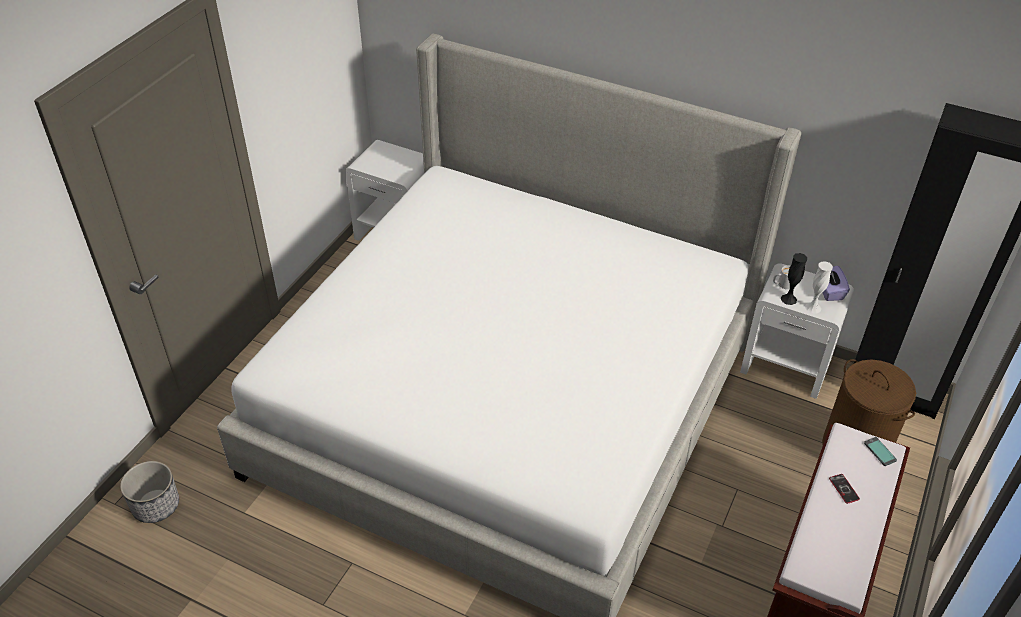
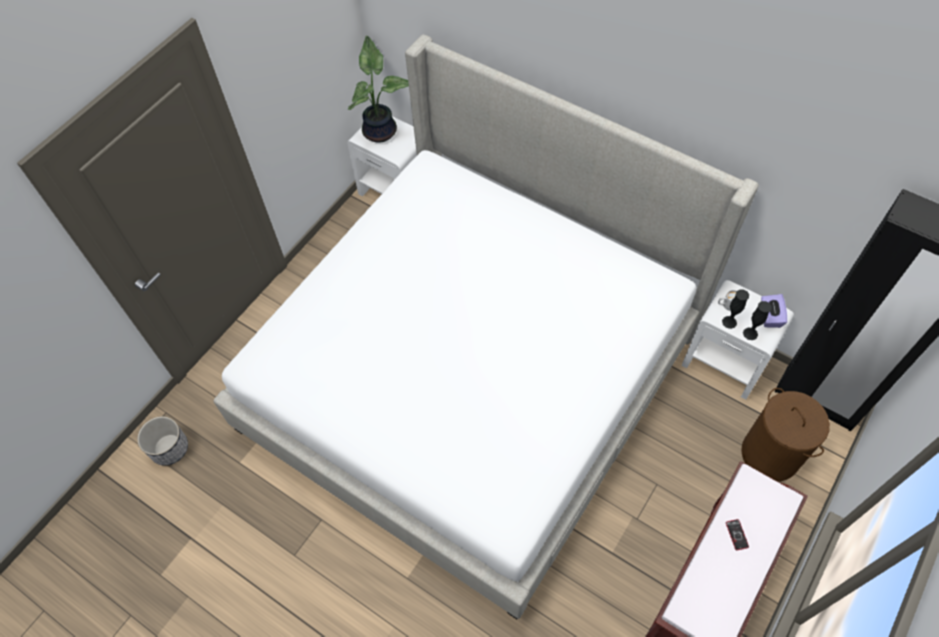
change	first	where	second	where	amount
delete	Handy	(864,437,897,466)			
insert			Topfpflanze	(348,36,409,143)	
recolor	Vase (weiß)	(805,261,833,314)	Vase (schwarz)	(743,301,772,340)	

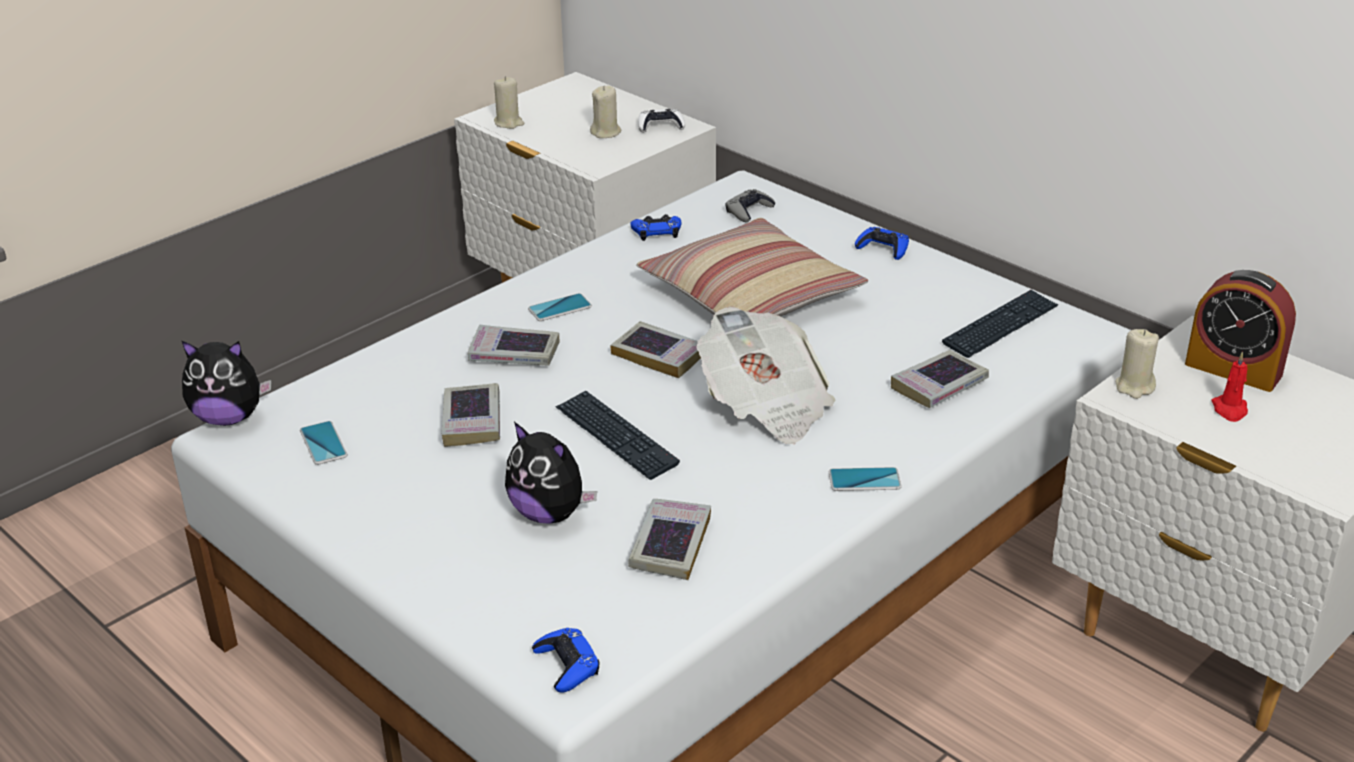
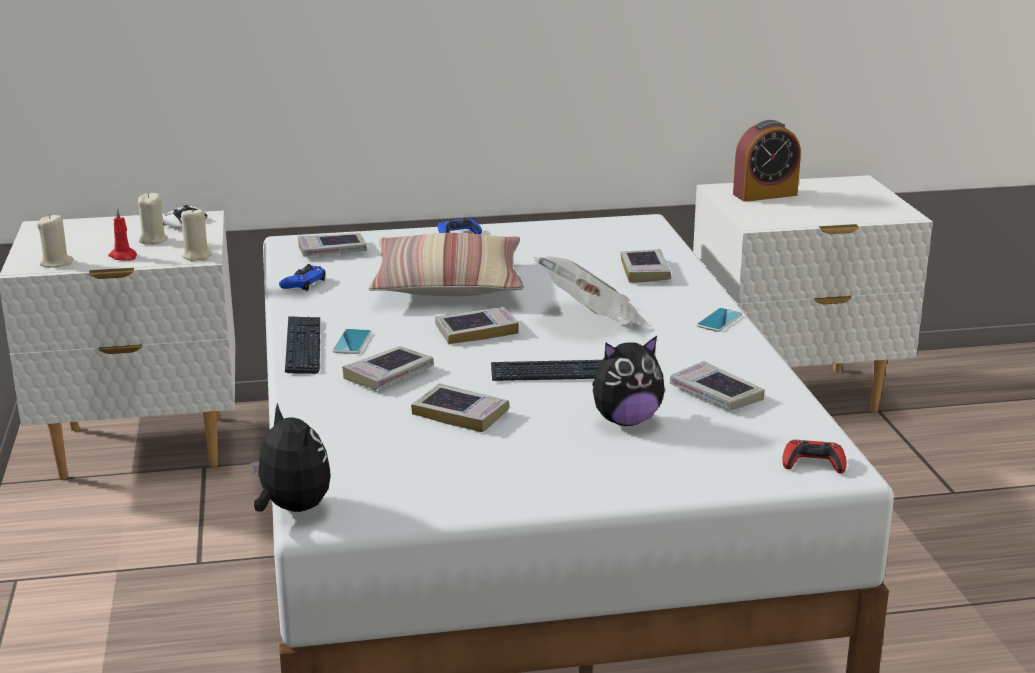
change	first	where	second	where	amount
delete	Handy	(300,421,348,465)			
move	Tastatur	(942,290,1058,358)		(285,316,320,374)	
move	Kerze (beige)	(1115,329,1159,399)		(181,207,212,261)	
move	Kerze (rot)	(1211,352,1248,422)		(108,208,137,261)	
replace	Gamepad (grau)	(725,189,775,222)	Buch	(298,233,367,257)	
recolor	Gamepad (blau)	(532,628,599,693)	Gamepad (rot)	(782,440,847,474)	
rotate	Plüschtier	(182,341,271,426)		(250,403,331,512)	75 degrees counterclockwise

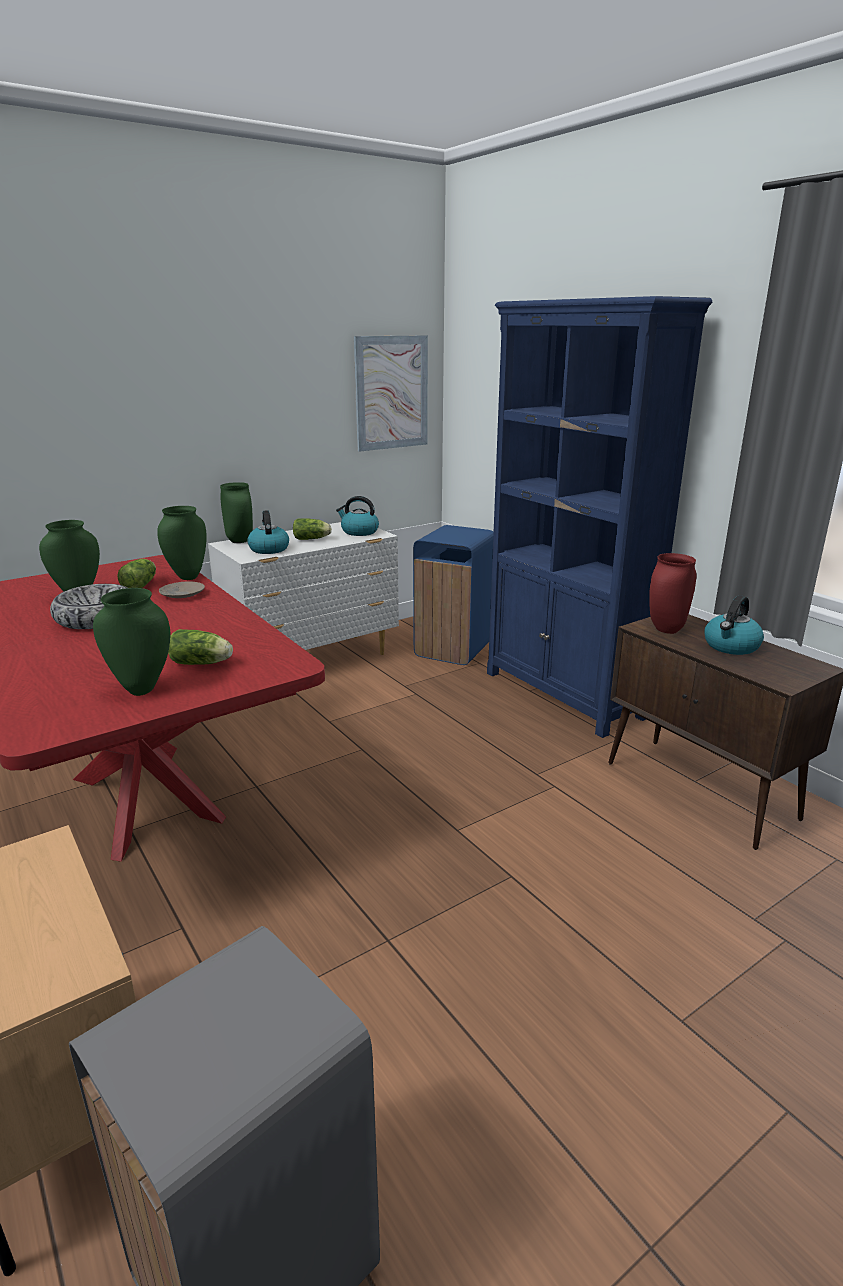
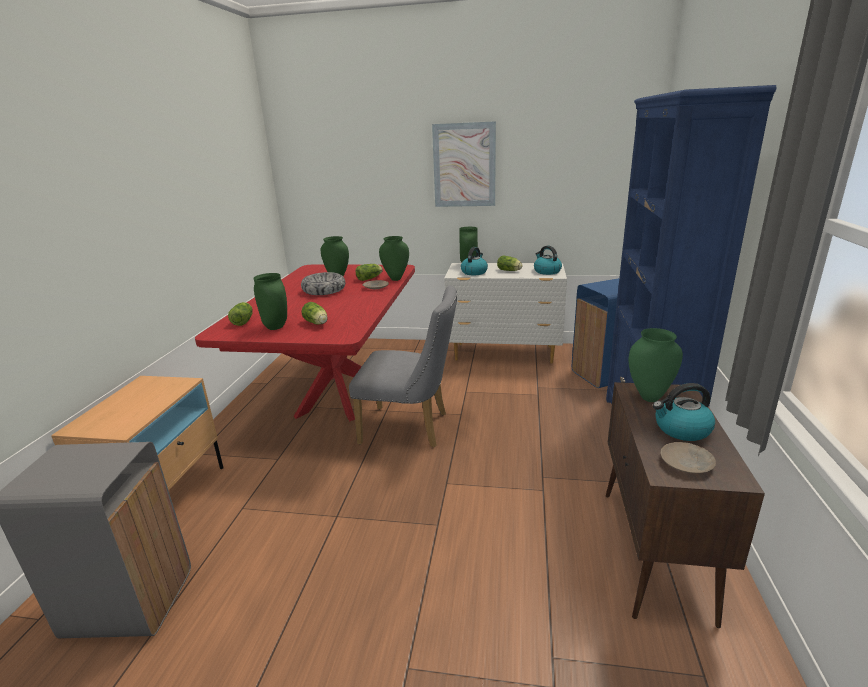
change	first	where	second	where	amount
insert			Salatkopf	(228,302,253,326)	
insert			Stuhl (grau)	(349,285,457,447)	
insert			Teller (beige)	(661,442,716,473)	
move	Bild	(354,335,428,452)		(432,121,496,207)	
recolor	Vase (rot)	(649,553,696,634)	Vase (grün)	(628,328,683,402)	

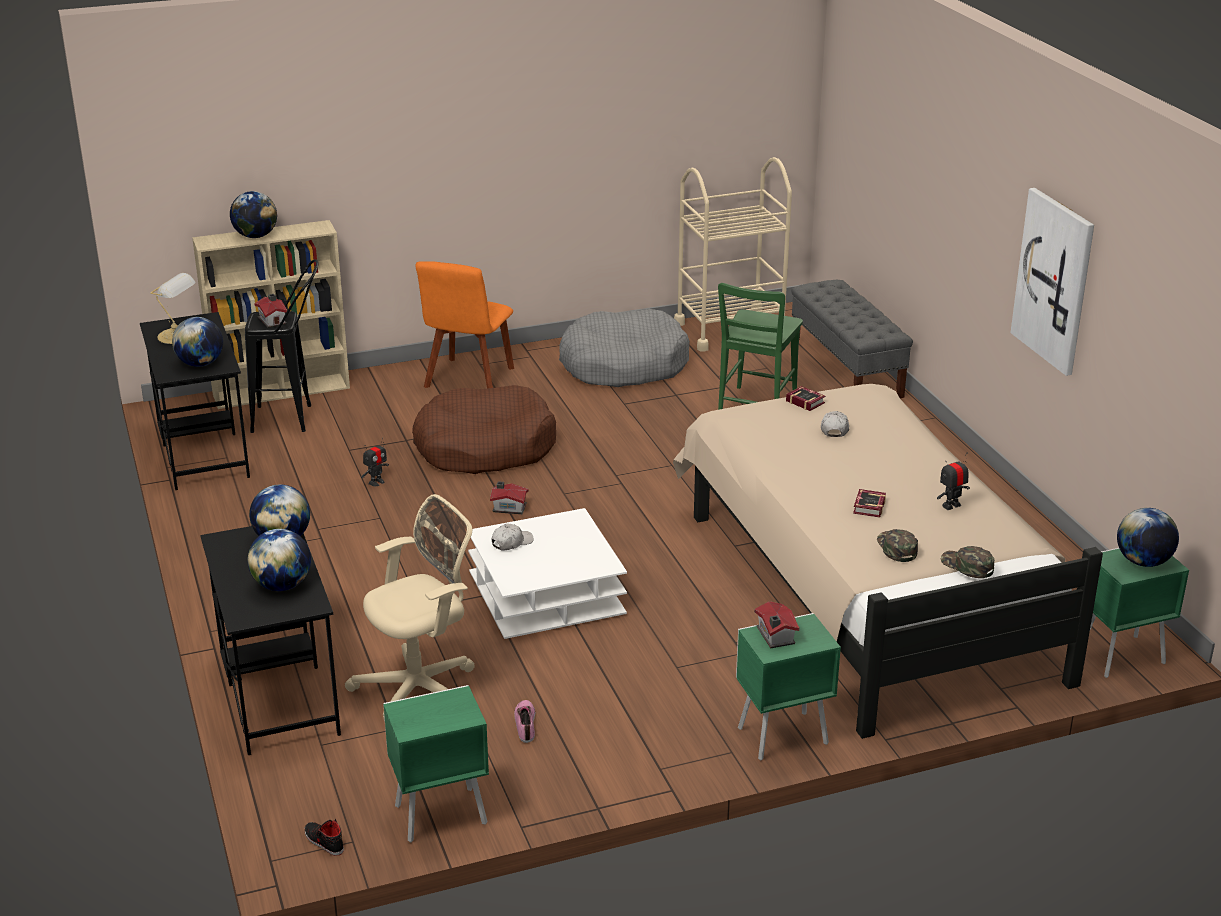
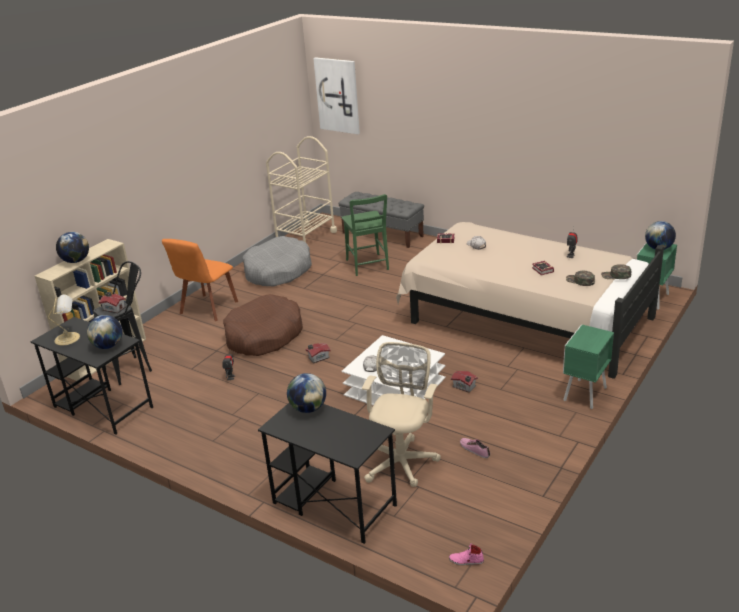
change	first	where	second	where	amount
delete	Globus	(248,529,311,591)			
delete	Nachttisch (grün)	(383,685,489,842)			
move	Spielzeughaus	(754,601,799,648)		(451,371,478,393)	
move	Bild	(1010,188,1094,376)		(313,57,360,134)	
recolor	Schuh (schwarz)	(304,819,344,856)	Schuh (rosa)	(449,543,484,565)	
rotate	Stuhl (orange)	(415,261,514,388)		(162,239,238,321)	45 degrees clockwise

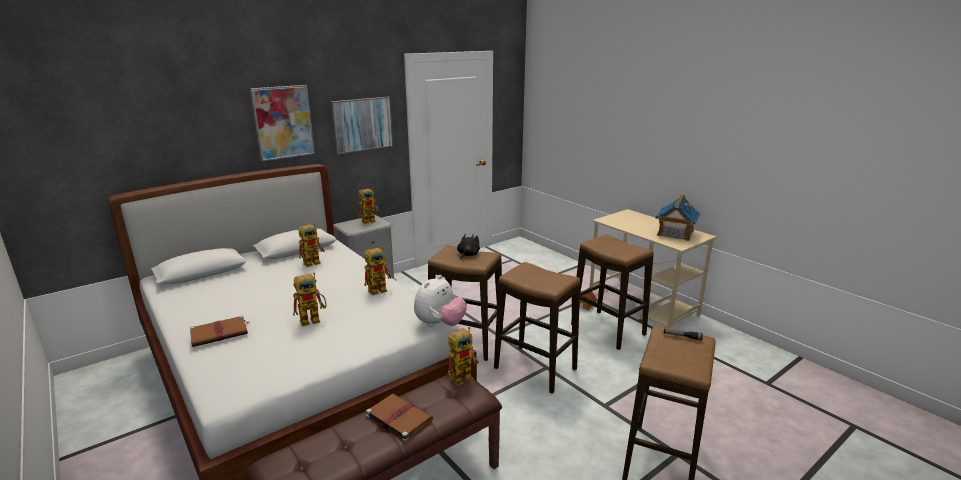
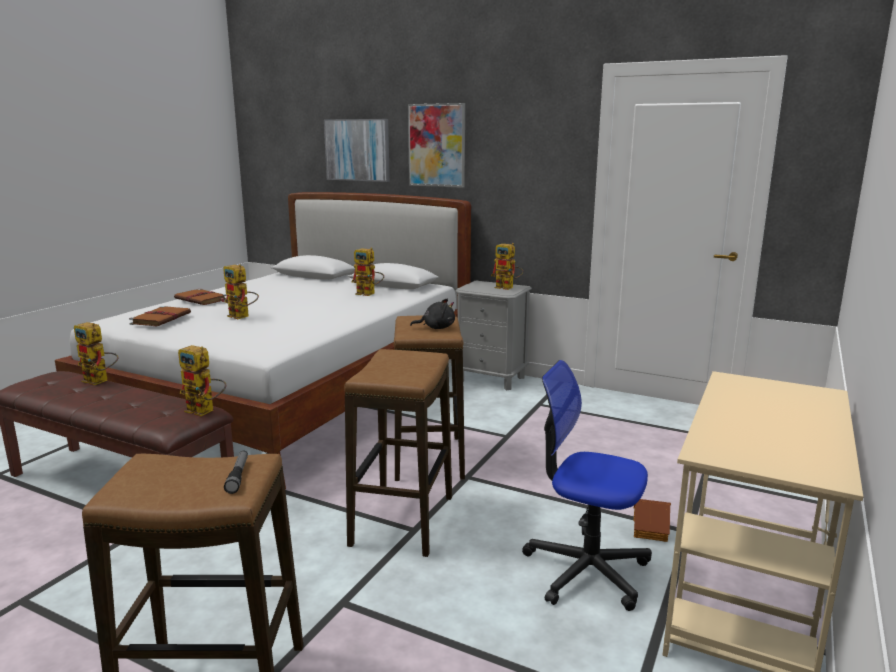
change	first	where	second	where	amount
delete	Plüschtier	(414,275,467,327)			
delete	Spielzeughaus	(655,194,700,241)			
move	Bild	(330,97,393,154)		(324,119,390,182)	
move	Spielzeugroboter	(364,246,392,295)		(74,322,118,385)	
move	Buch (braun)	(366,394,433,442)		(129,306,191,326)	
replace	Hocker	(571,234,654,350)	Bürostuhl	(522,360,652,611)	

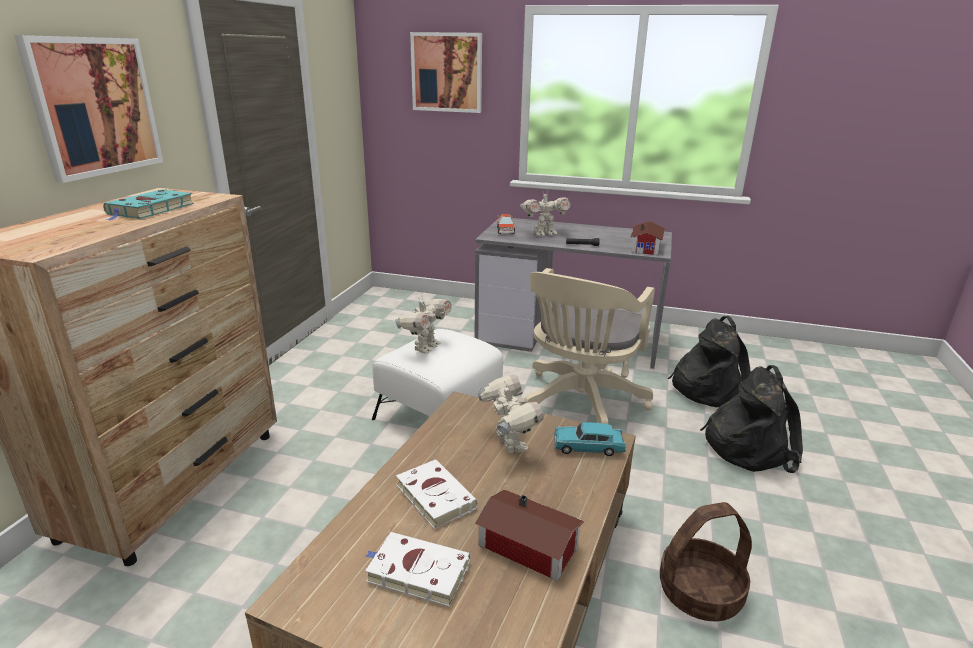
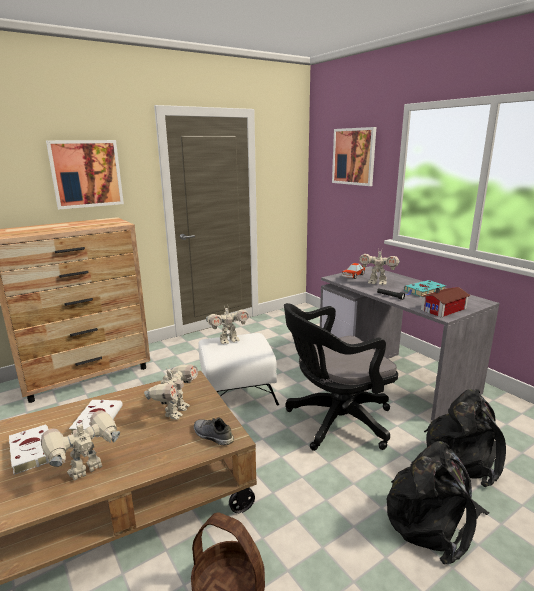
change	first	where	second	where	amount
move	Buch (türkis)	(103,189,194,221)		(404,280,446,296)	
replace	Spielzeughaus	(475,490,584,581)	Spielzeugroboter	(41,410,120,481)	
replace	Spielzeugauto (türkis)	(554,422,626,456)	Schuh (grau)	(194,418,234,446)	
recolor	Bürostuhl (beige)	(524,268,655,424)	Bürostuhl (schwarz)	(284,303,398,451)	

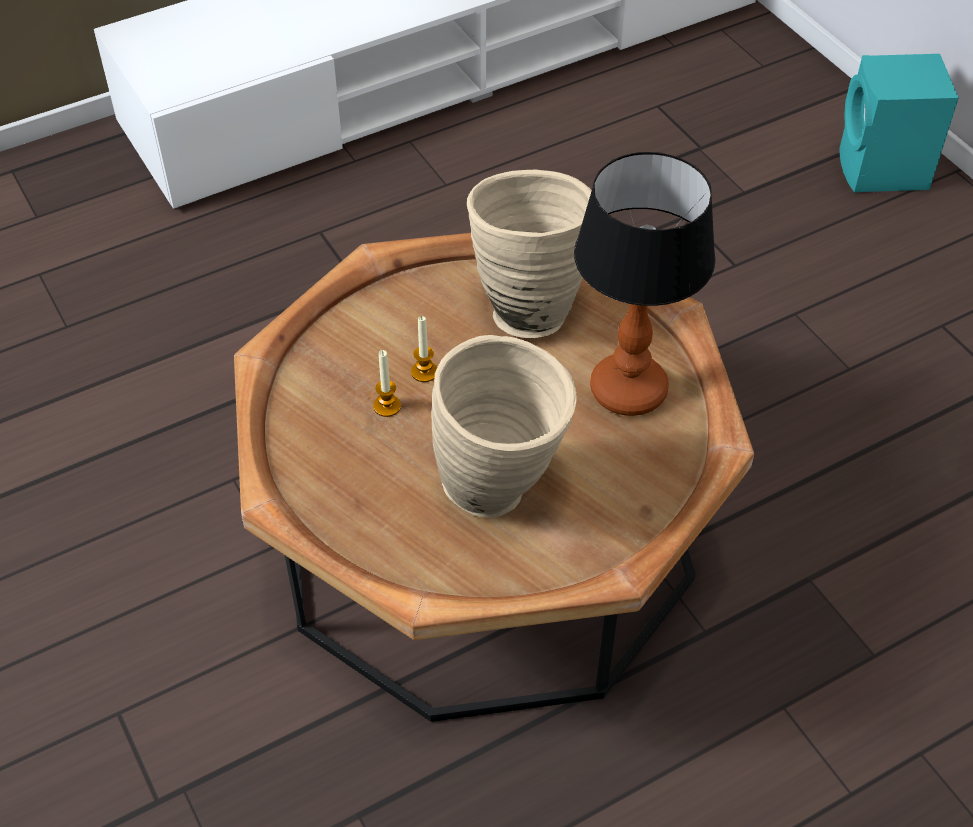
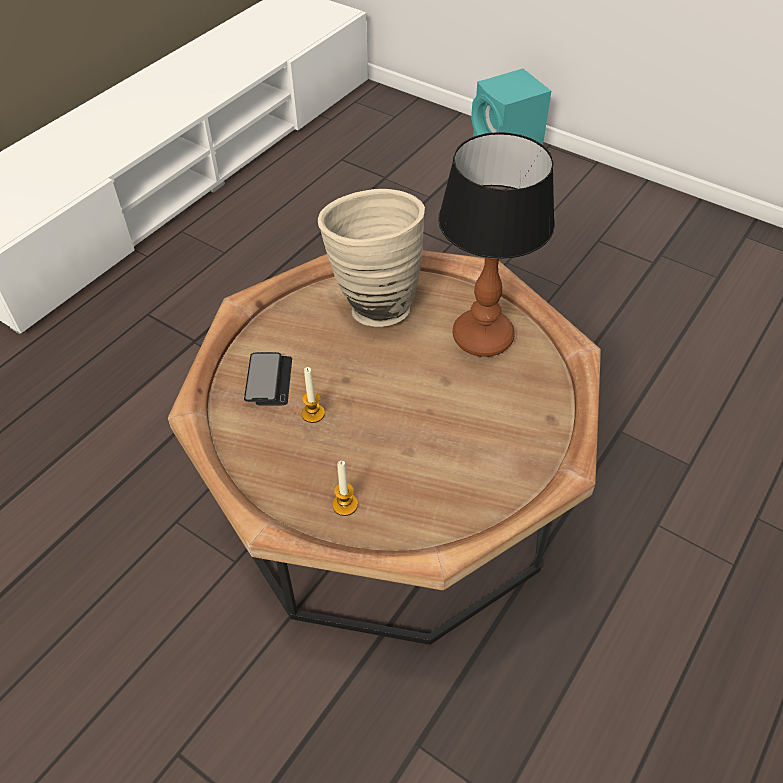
change	first	where	second	where	amount
delete	Vase (beige)	(431,335,577,518)			
insert			Handy	(244,352,292,406)	
move	Kerze	(411,316,437,382)		(332,461,358,516)	

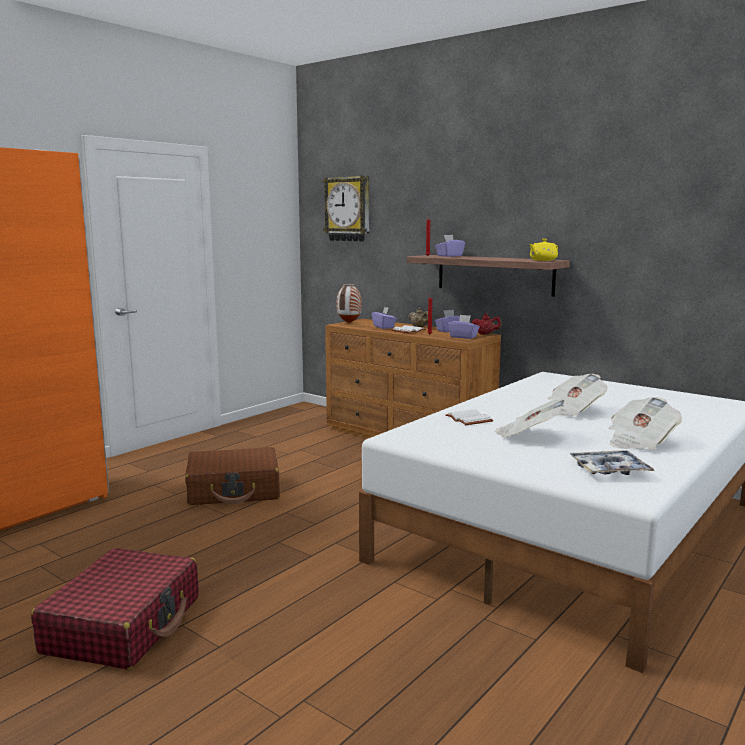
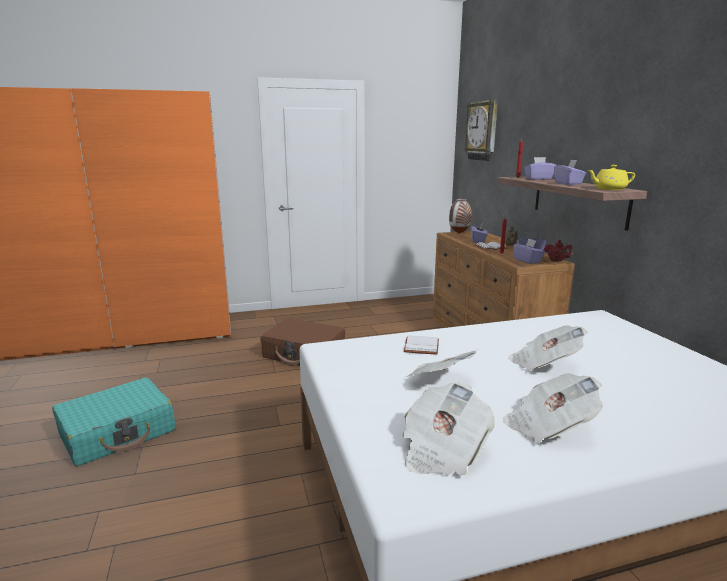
change	first	where	second	where	amount
insert			Taschentuchbox (lila)	(554,160,586,185)	
replace	Tablett	(569,450,655,475)	Zeitung	(402,383,495,476)	
recolor	Koffer (rot)	(31,548,198,670)	Koffer (türkis)	(52,378,176,466)	

